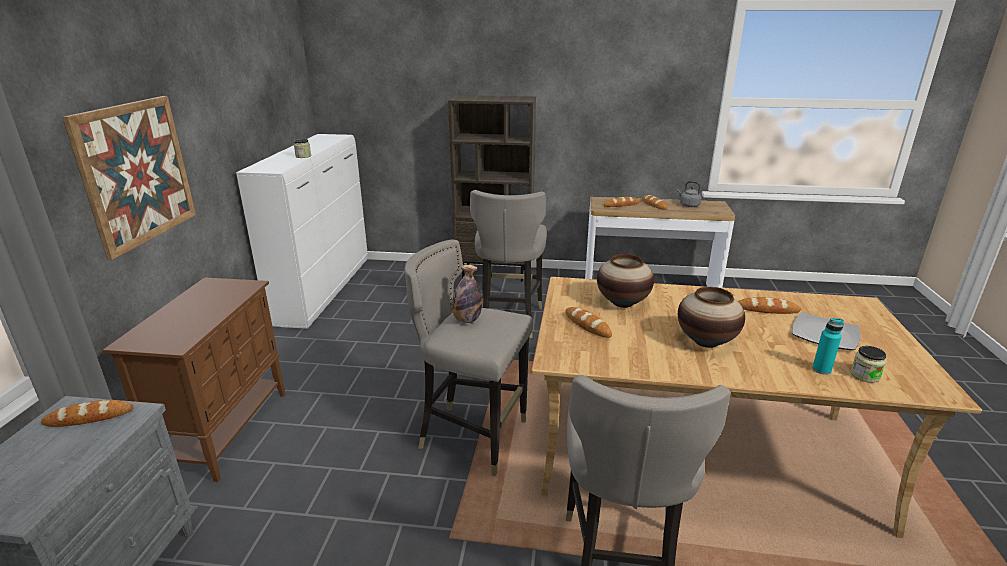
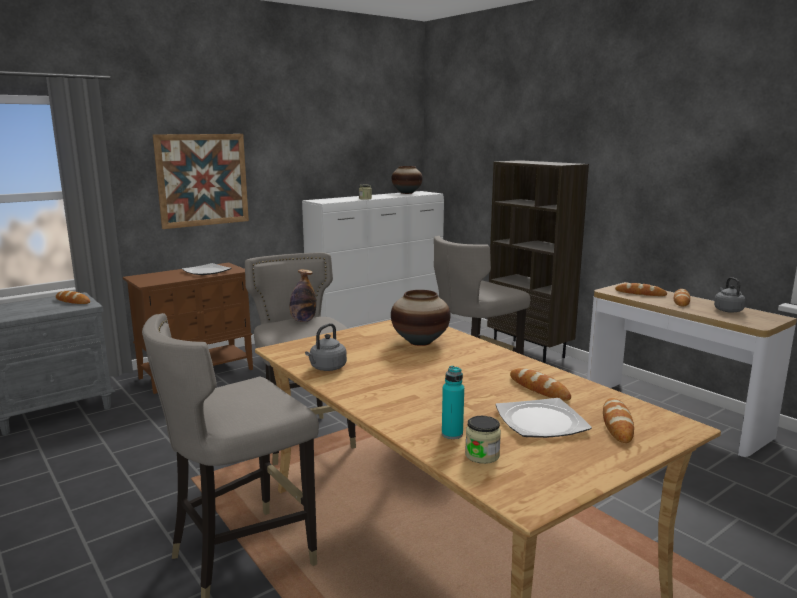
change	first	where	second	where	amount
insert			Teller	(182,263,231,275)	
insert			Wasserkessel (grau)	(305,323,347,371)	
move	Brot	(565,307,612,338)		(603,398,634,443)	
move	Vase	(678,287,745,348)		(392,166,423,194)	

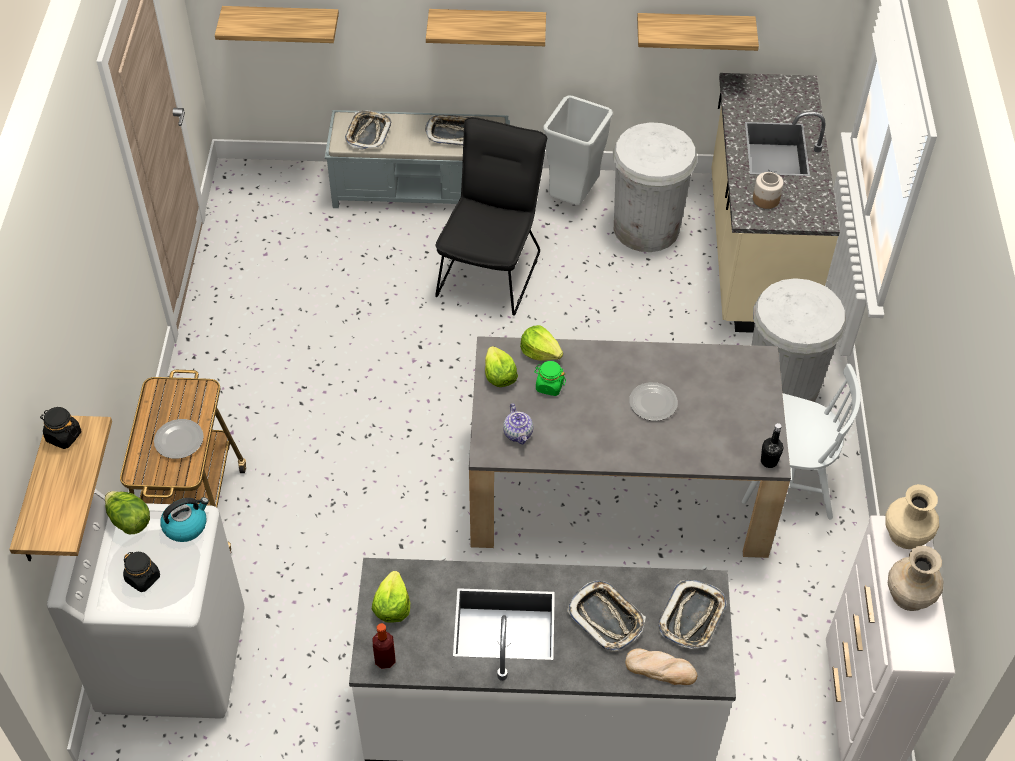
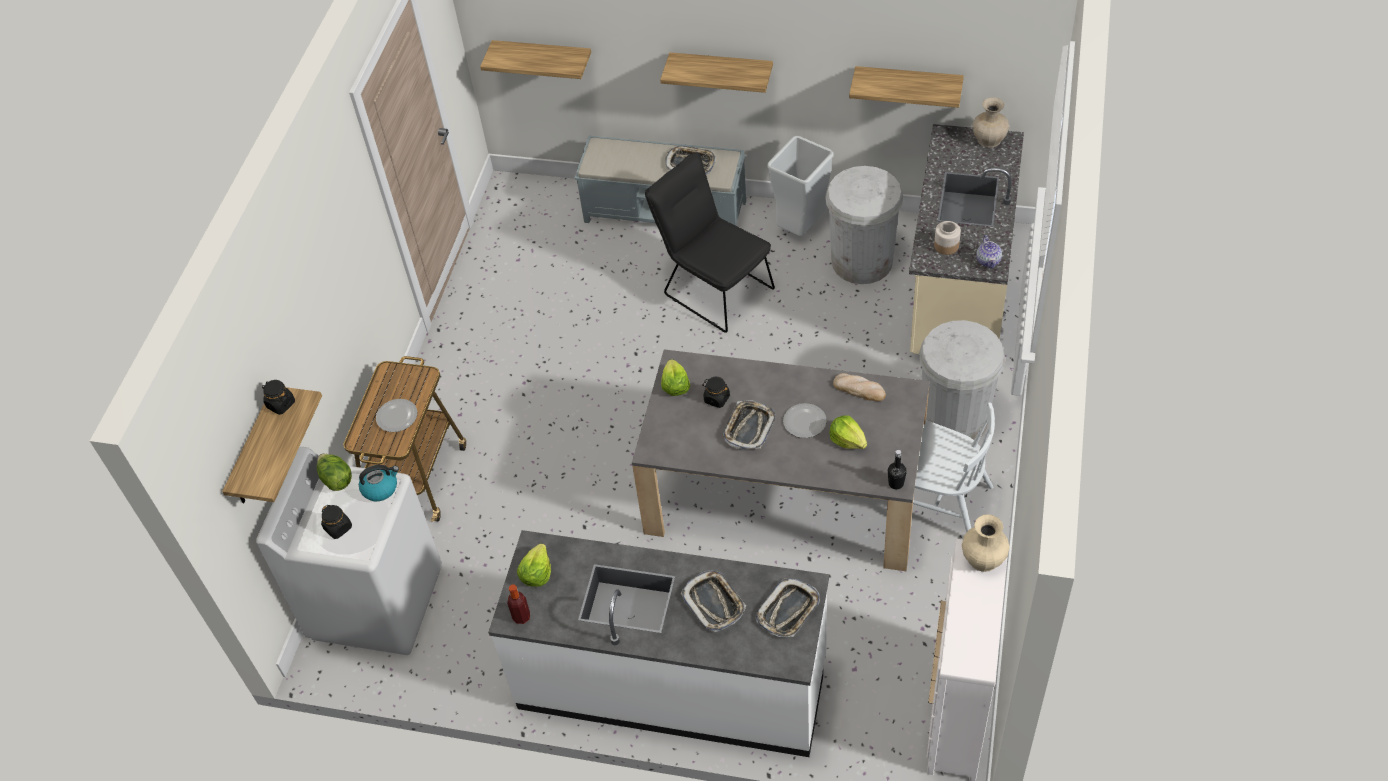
change	first	where	second	where	amount
move	Tablett	(345,111,391,150)		(723,400,776,449)	
move	Teekanne	(503,403,533,445)		(976,235,1002,269)	
move	Salatkopf	(520,325,563,361)		(829,415,867,449)	
move	Brot	(625,648,697,685)		(833,373,886,401)	
move	Vase (beige)	(888,546,944,611)		(973,97,1009,148)	
recolor	Vorratsglas (grün)	(534,361,566,396)	Vorratsglas (schwarz)	(702,377,730,408)	
rotate	Stuhl (schwarz)	(435,117,547,316)		(645,152,775,333)	75 degrees counterclockwise

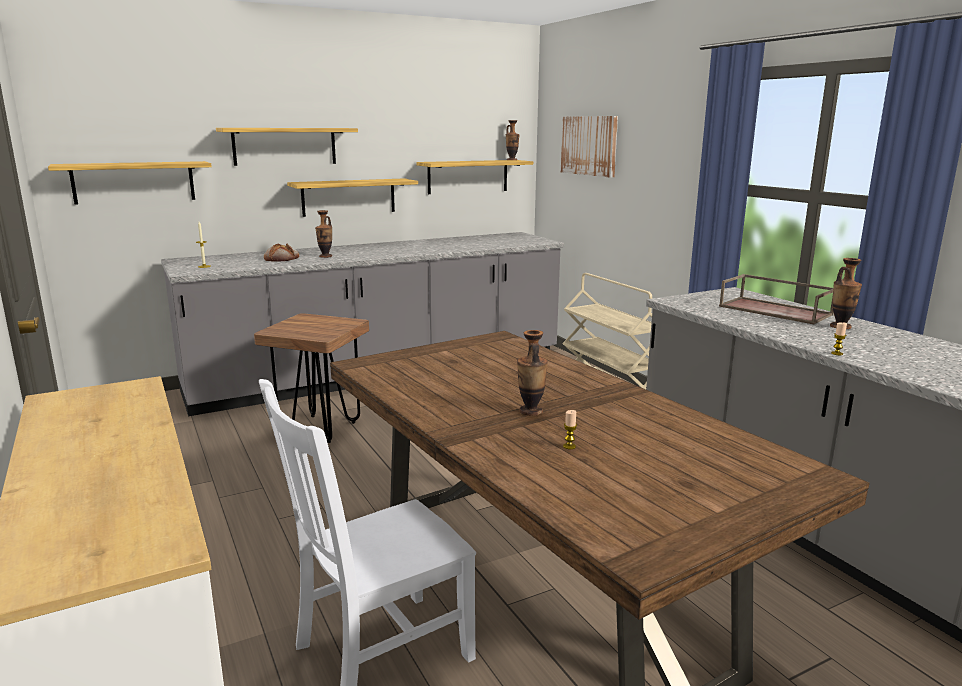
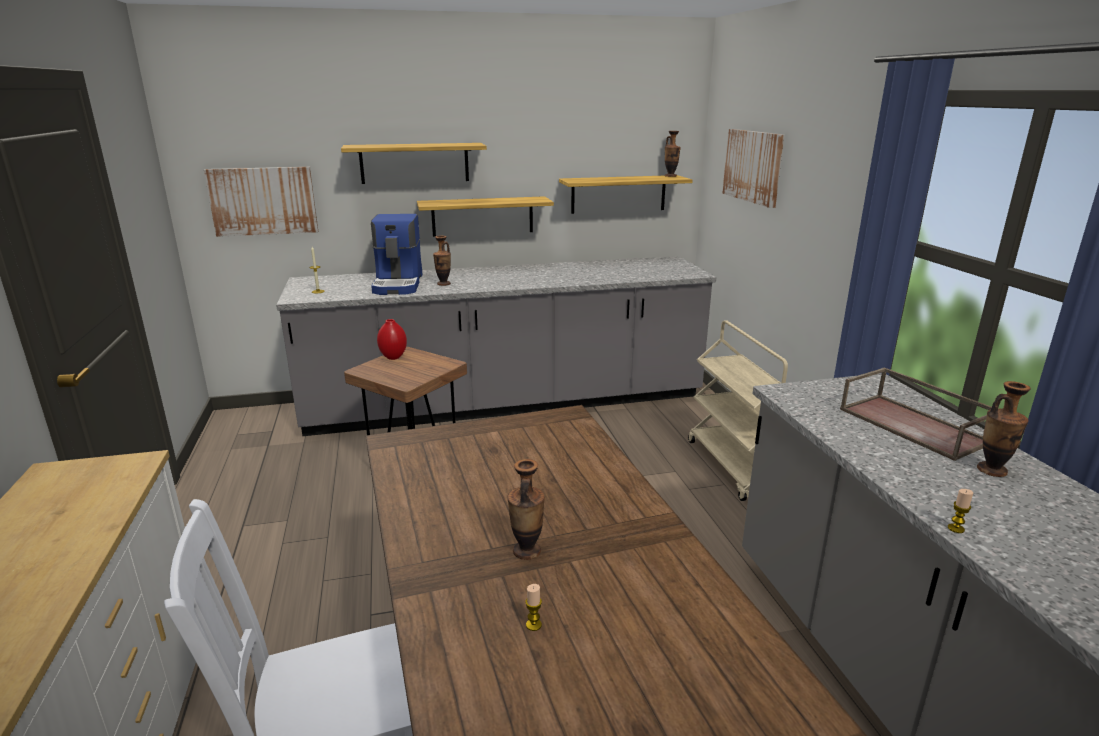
change	first	where	second	where	amount
insert			Vase (rot)	(377,319,407,360)	
replace	Wandregal	(48,161,212,205)	Bild	(204,167,318,237)	
replace	Brot	(264,243,299,262)	Kaffeemaschine	(371,214,422,295)	

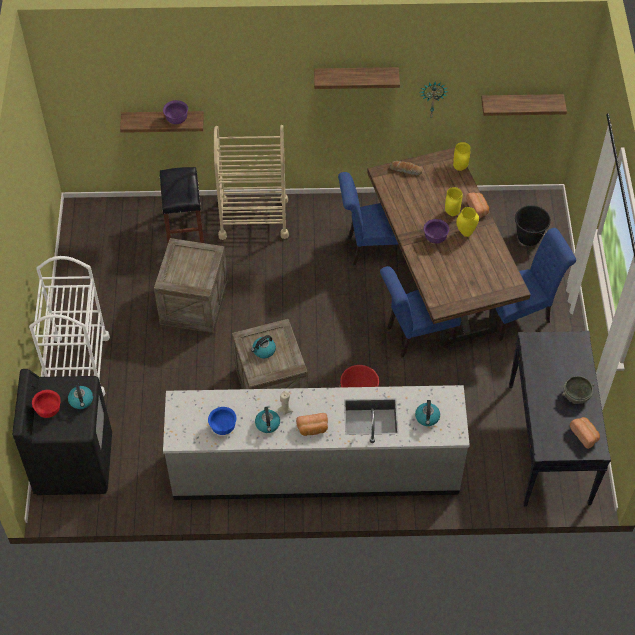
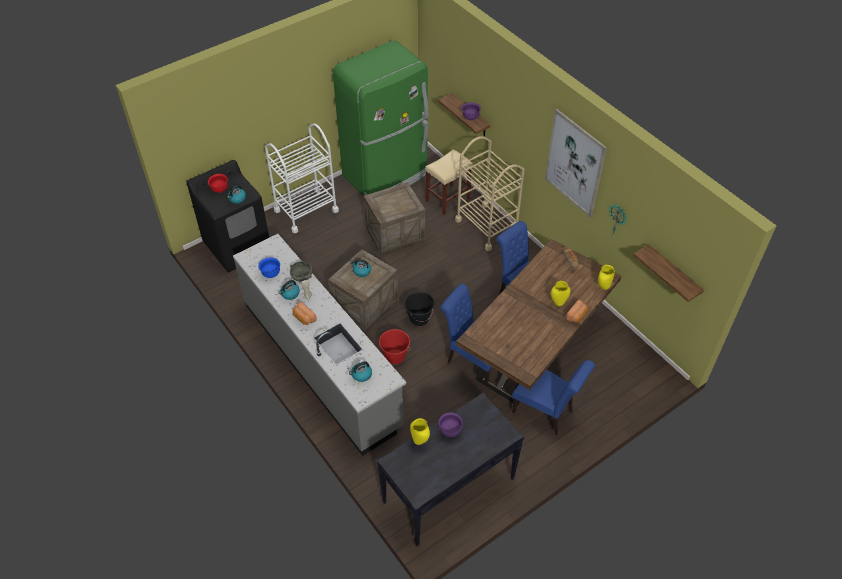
change	first	where	second	where	amount
delete	Brot	(570,417,600,449)			
insert			Kühlschrank (grün)	(333,40,429,197)	
move	Schüssel (lila)	(424,219,449,244)		(438,412,463,437)	
move	Vase (gelb)	(456,207,479,237)		(410,418,430,445)	
move	Eimer (schwarz)	(515,205,551,246)		(404,292,435,326)	
move	Schüssel (grau)	(562,376,595,404)		(290,261,312,282)	
replace	Wandregal	(314,67,400,89)	Bild	(545,109,607,218)	
recolor	Hocker (schwarz)	(160,167,204,243)	Hocker (beige)	(425,149,473,215)	

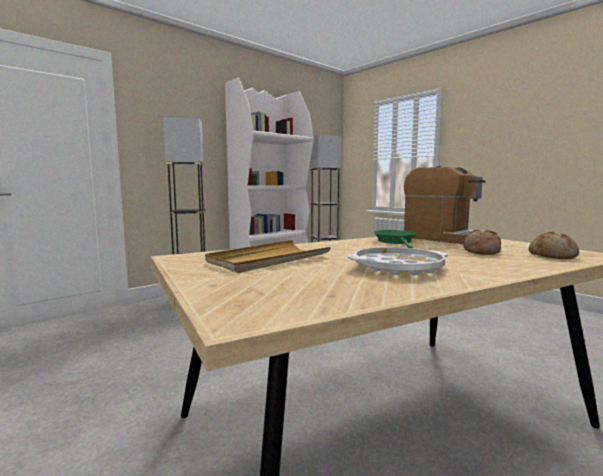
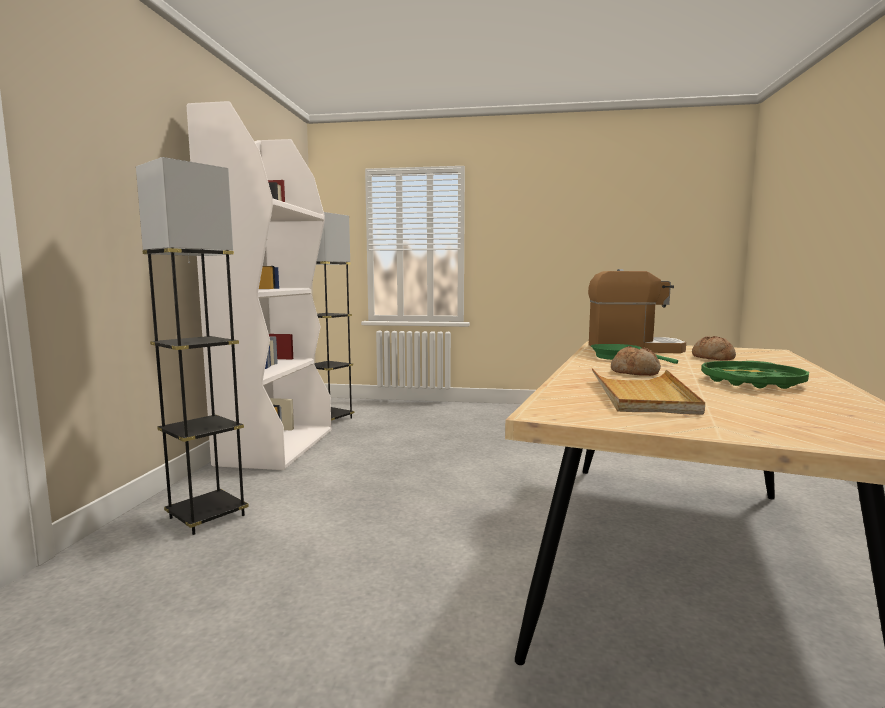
change	first	where	second	where	amount
move	Brot	(529,232,579,259)		(611,346,661,376)	
recolor	Tablett (weiß)	(348,247,448,275)	Tablett (grün)	(701,361,809,389)	

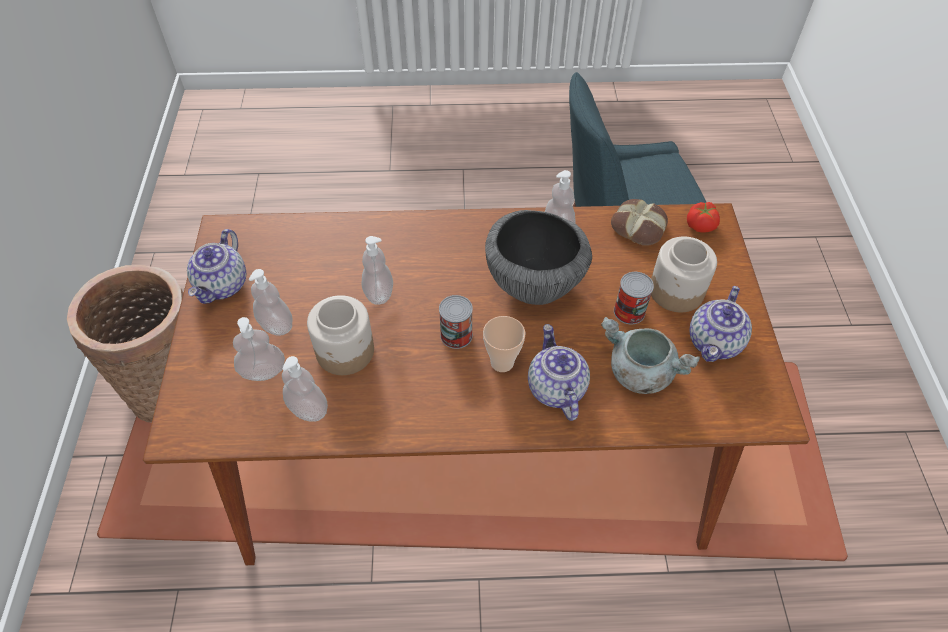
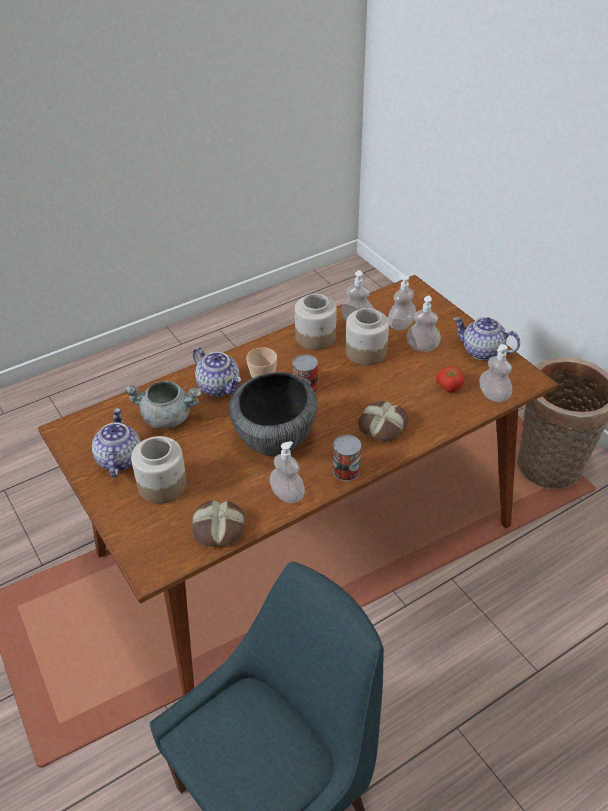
change	first	where	second	where	amount
insert			Vorratsglas	(295,294,337,350)	
insert			Brot	(358,401,408,442)	
move	Seifenspender	(361,236,393,305)		(479,344,512,403)	
move	Dose	(614,272,654,325)		(333,435,361,481)	
move	Tomate	(687,202,720,233)		(436,366,464,392)	
rotate	Teekanne	(187,229,246,304)		(453,317,520,361)	45 degrees counterclockwise

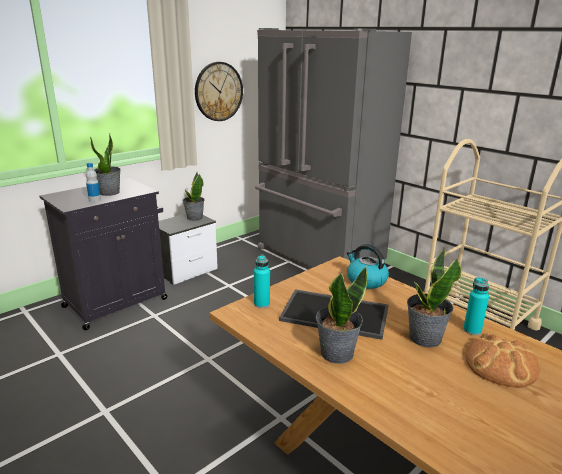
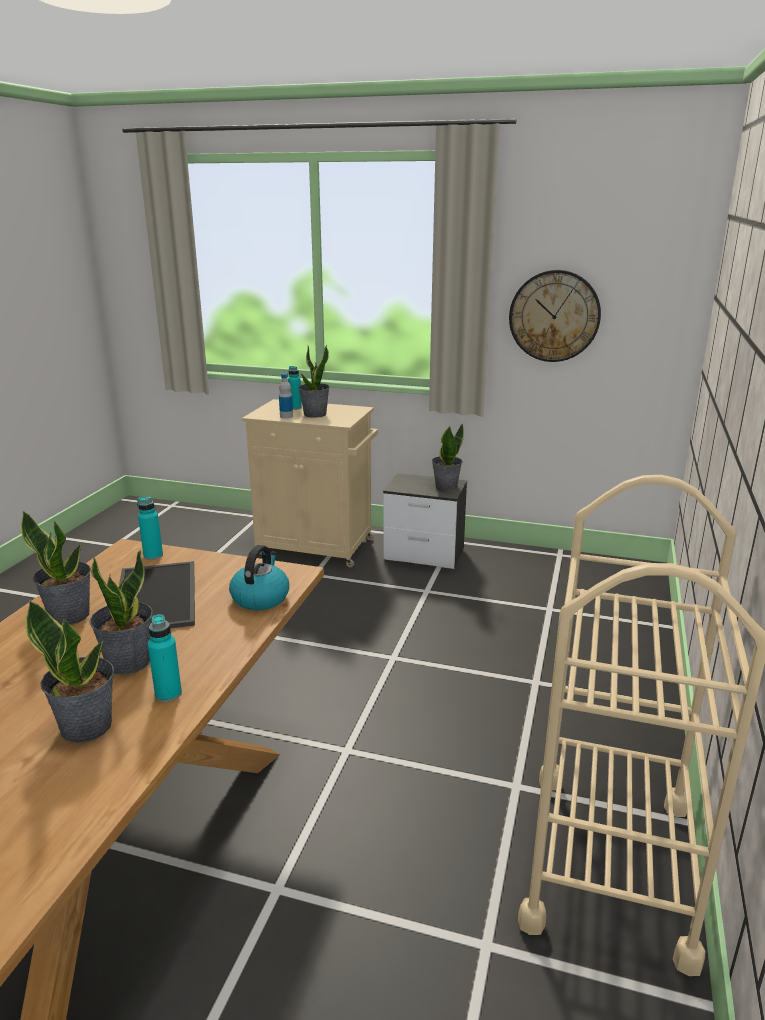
change	first	where	second	where	amount
delete	Kühlschrank (grau)	(255,28,412,270)			
insert			Flasche (türkis)	(288,366,302,410)	
replace	Brot	(465,333,540,388)	Topfpflanze	(25,600,114,743)	
recolor	Schrank (schwarz)	(39,178,167,330)	Schrank (beige)	(242,399,378,567)	

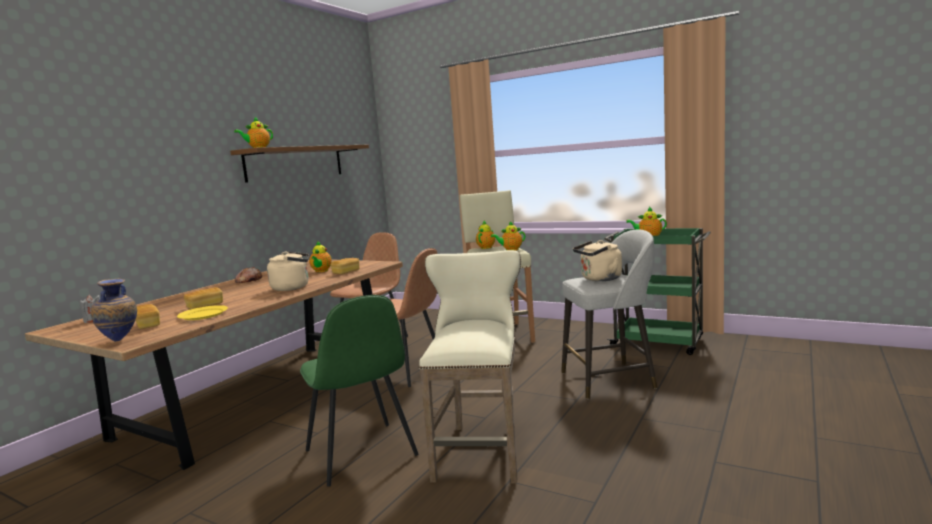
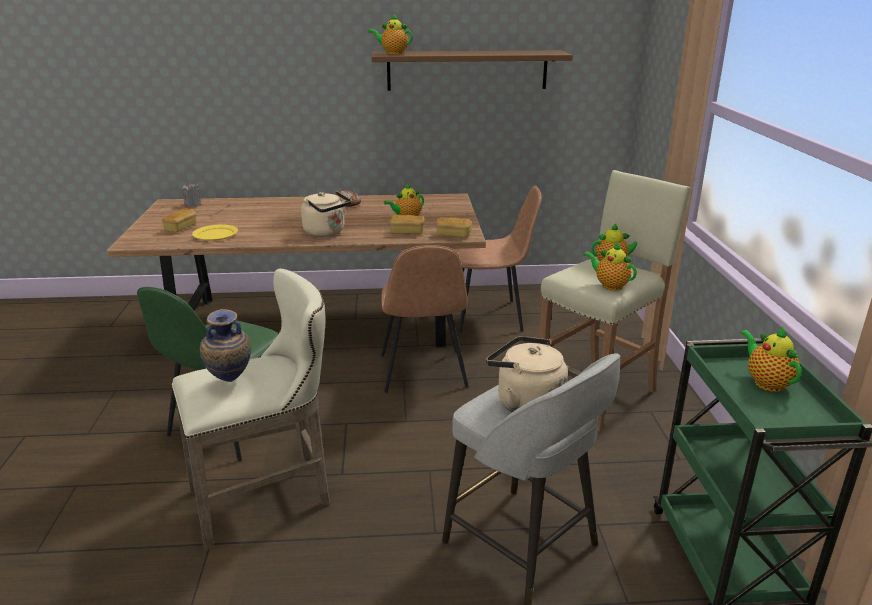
change	first	where	second	where	amount
move	Vase	(91,279,137,341)		(200,309,251,382)	
move	Brot	(184,287,223,309)		(436,218,472,238)	

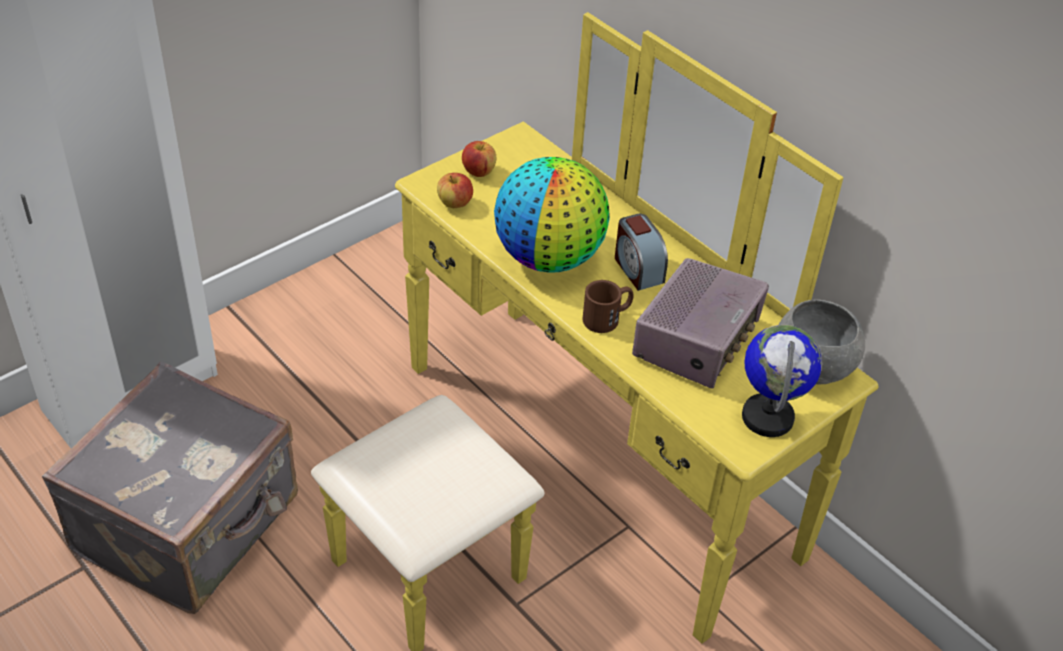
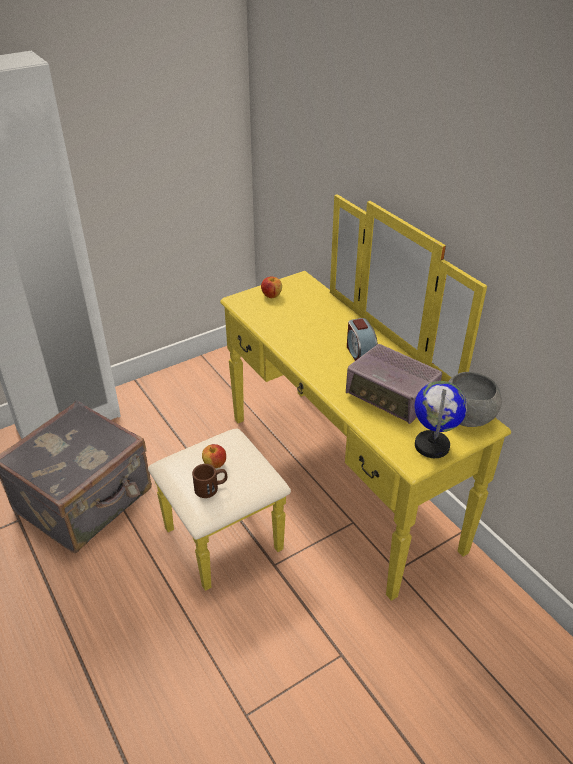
change	first	where	second	where	amount
delete	Globus	(494,157,610,273)			
move	Apfel	(437,173,473,208)		(202,444,226,468)	
move	Henkelbecher (braun)	(583,280,634,333)		(192,464,227,498)	
rotate	Radio	(632,258,769,388)		(346,344,442,424)	90 degrees clockwise

